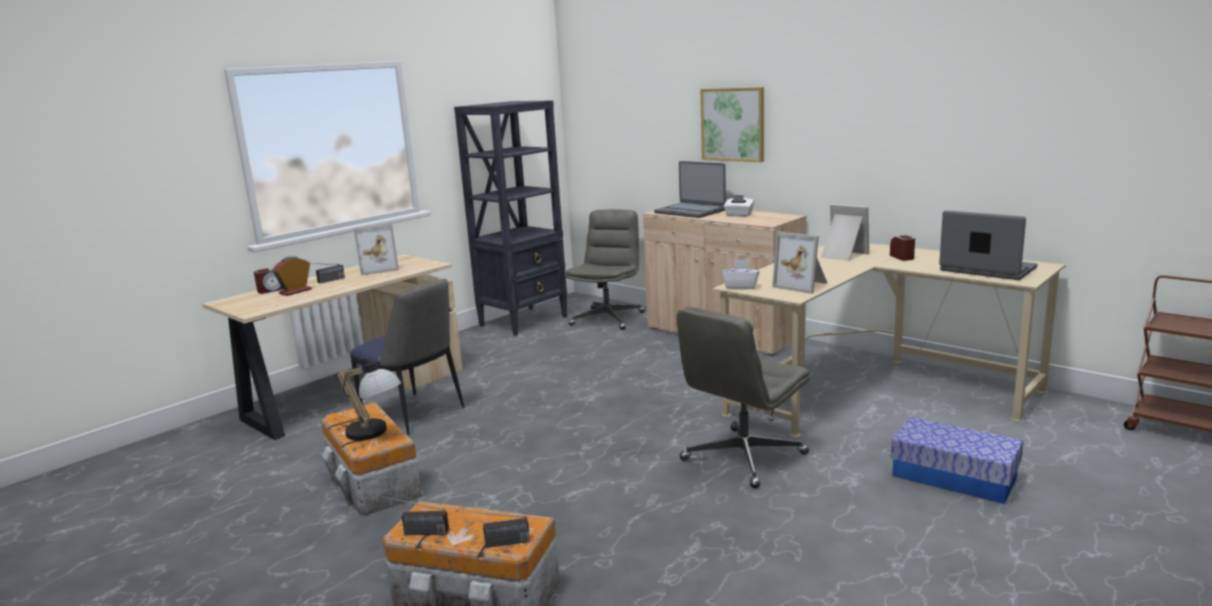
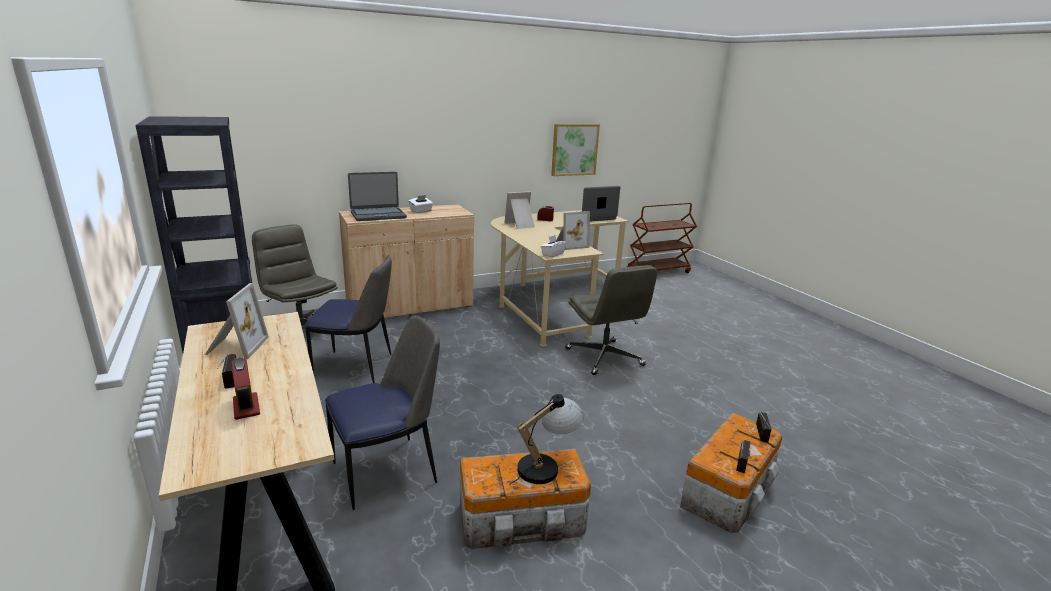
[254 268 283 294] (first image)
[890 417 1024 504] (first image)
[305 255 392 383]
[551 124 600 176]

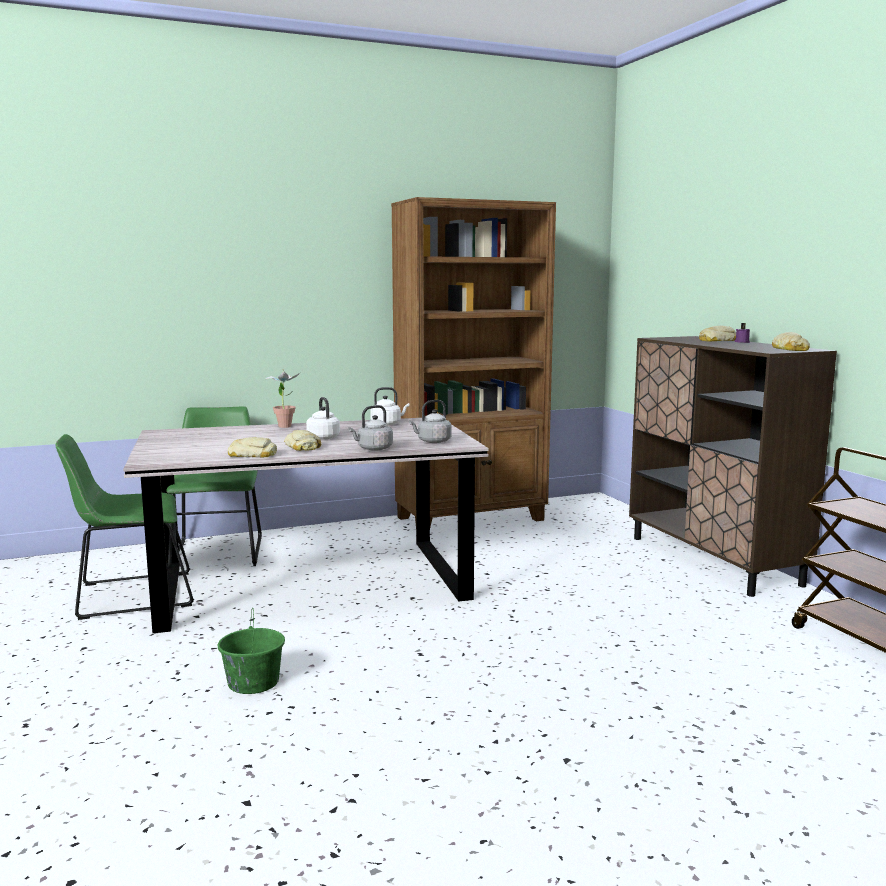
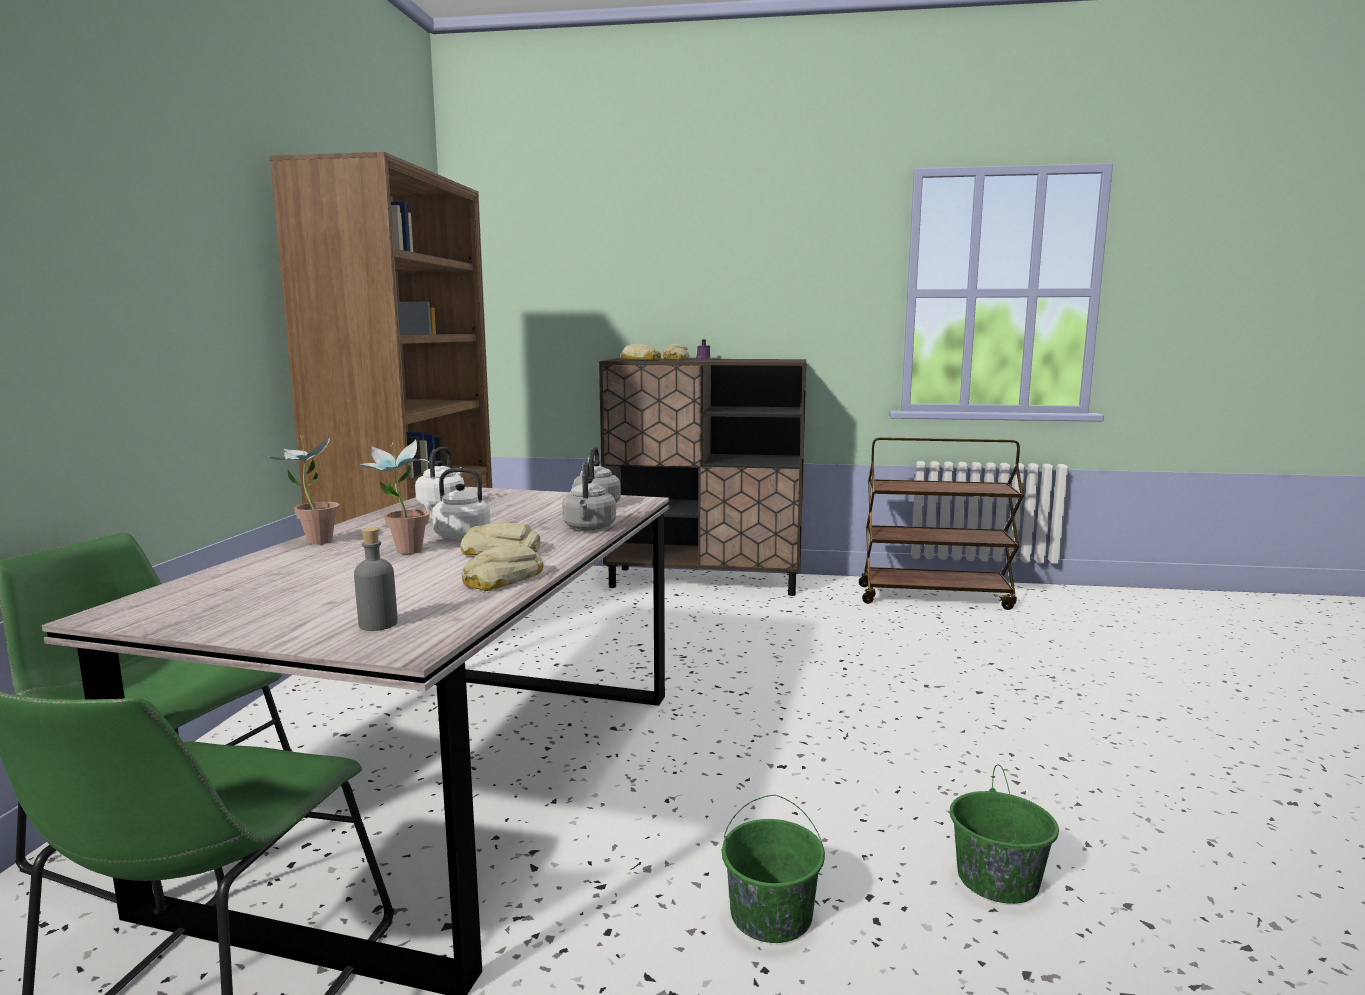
[354 527 398 631]
[358 440 430 554]
[950 764 1059 904]
[621 344 661 360]

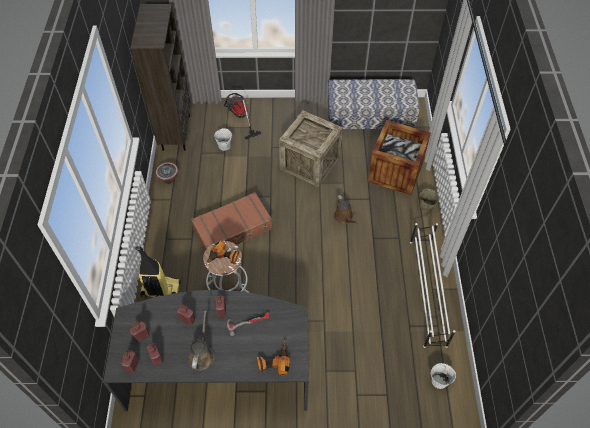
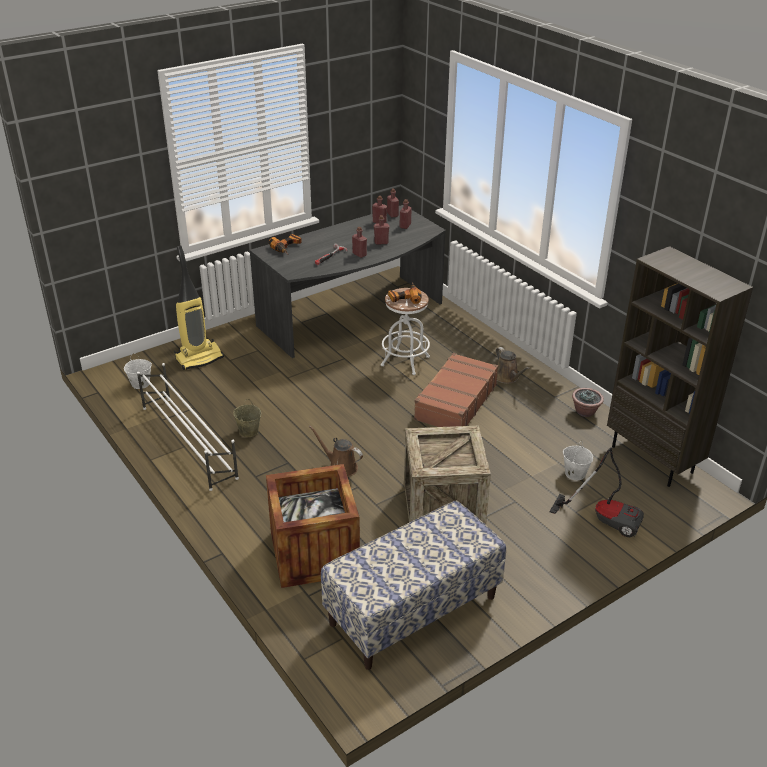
[174 246 224 370]
[496 347 530 384]
[233 399 261 437]

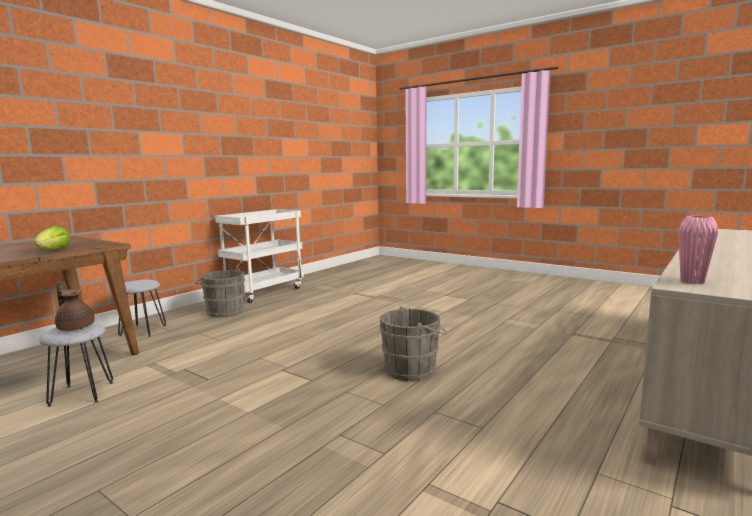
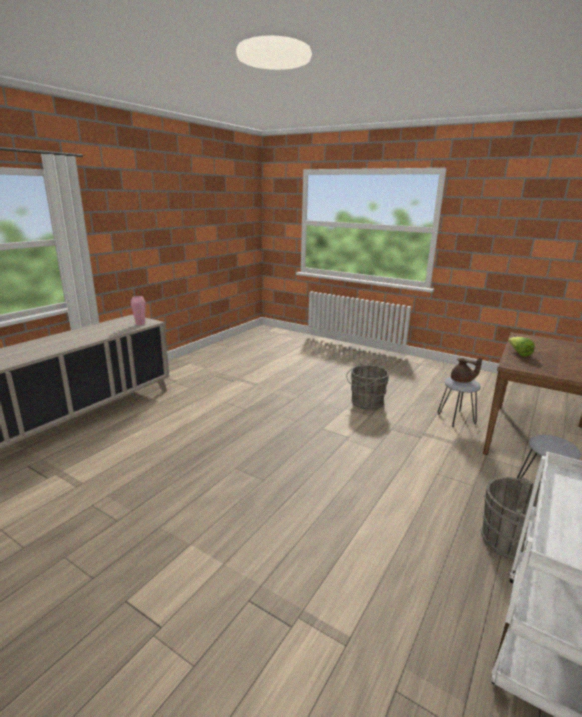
[346 363 389 410]

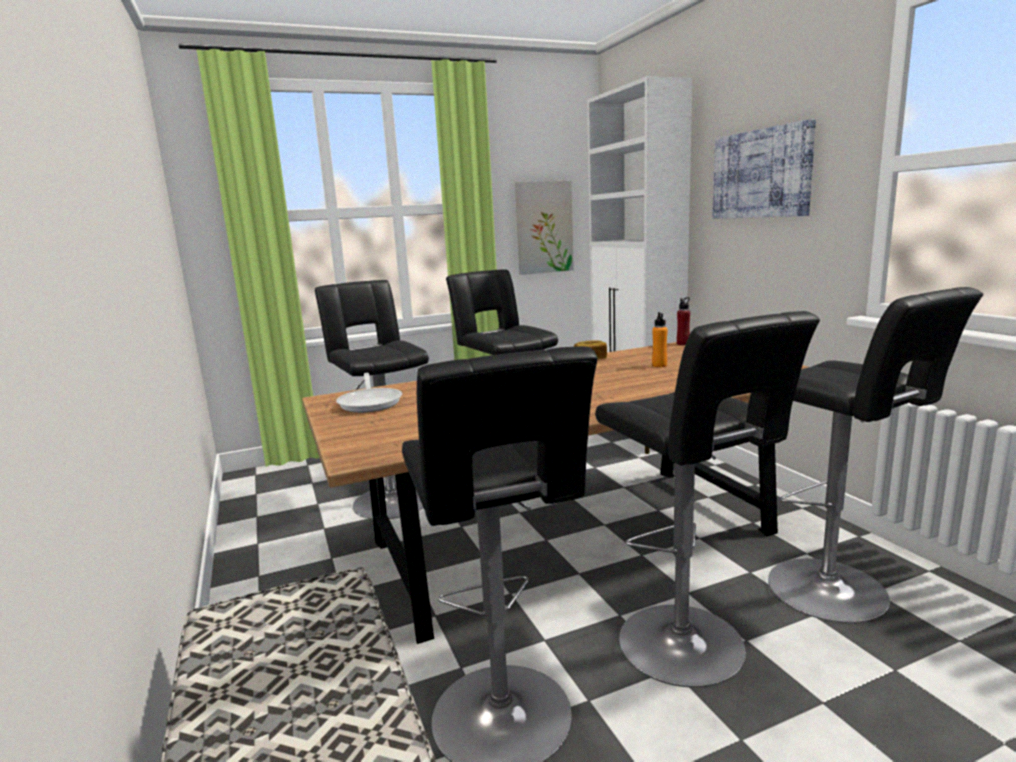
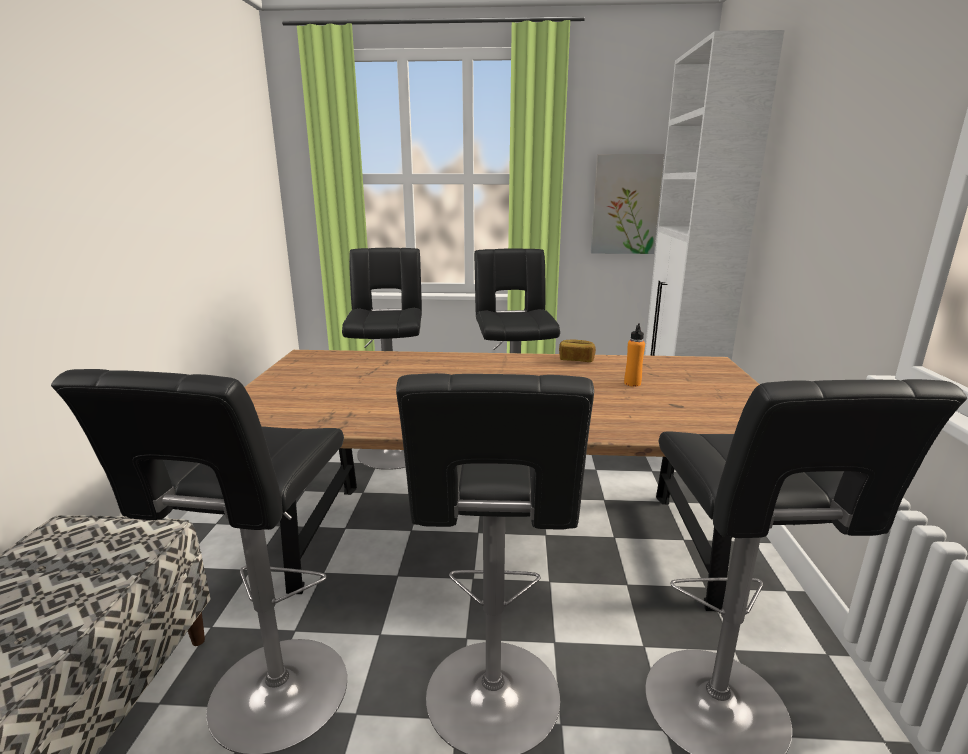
[336 373 402 413] (first image)
[677 297 690 345] (first image)
[712 119 816 219] (first image)

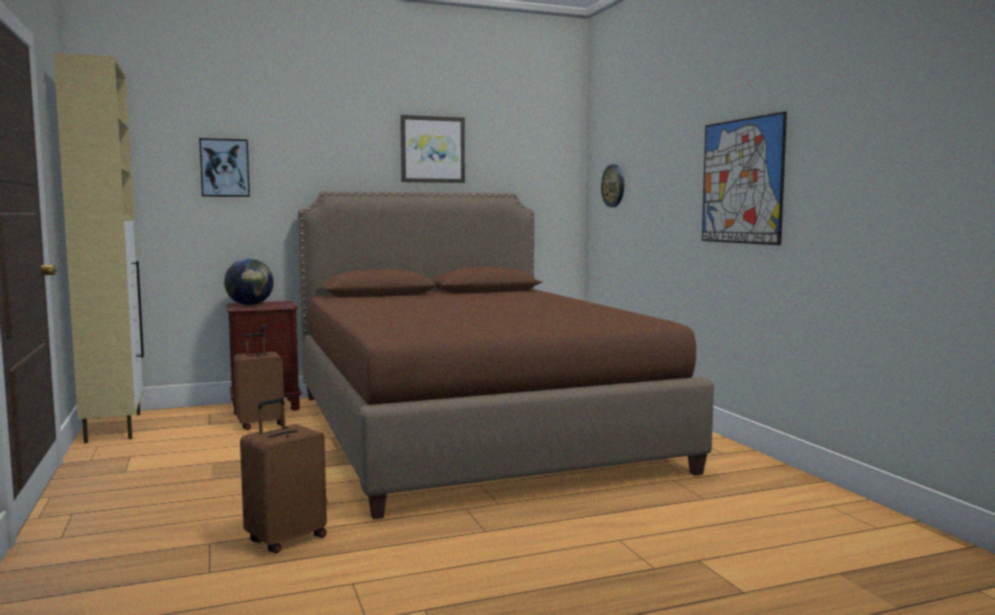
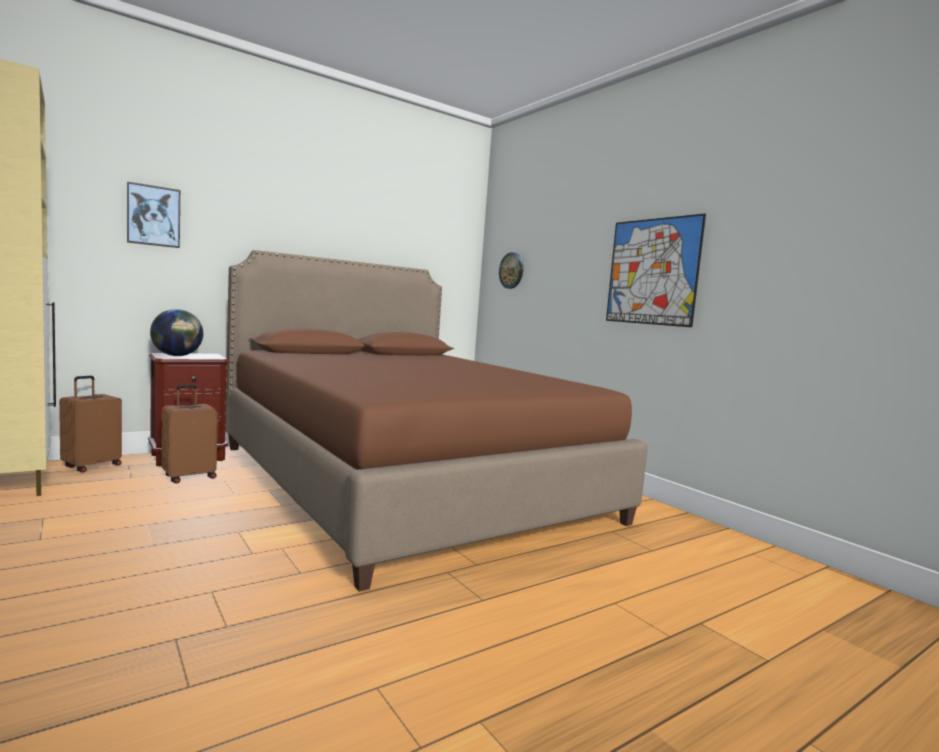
[400 115 465 183] (first image)
[59 376 122 473]

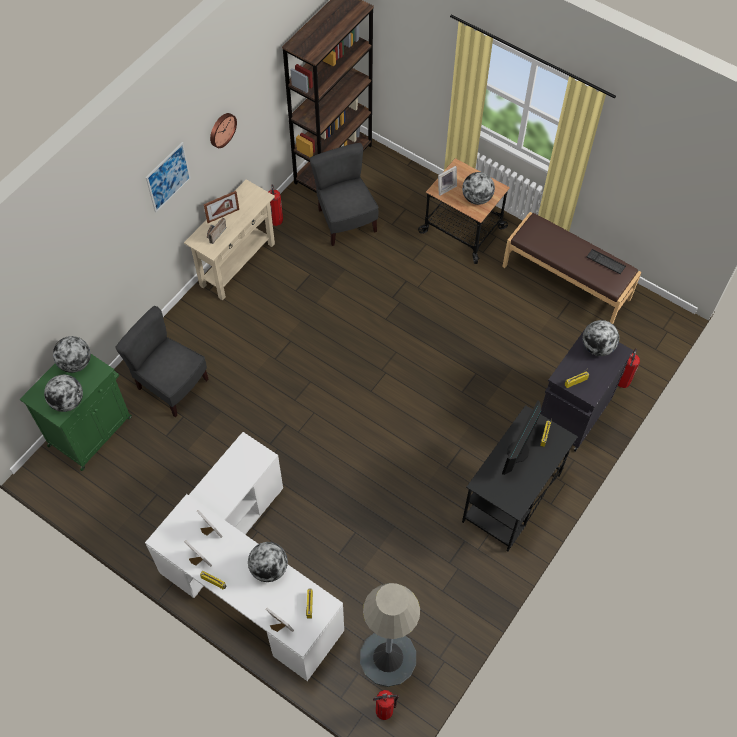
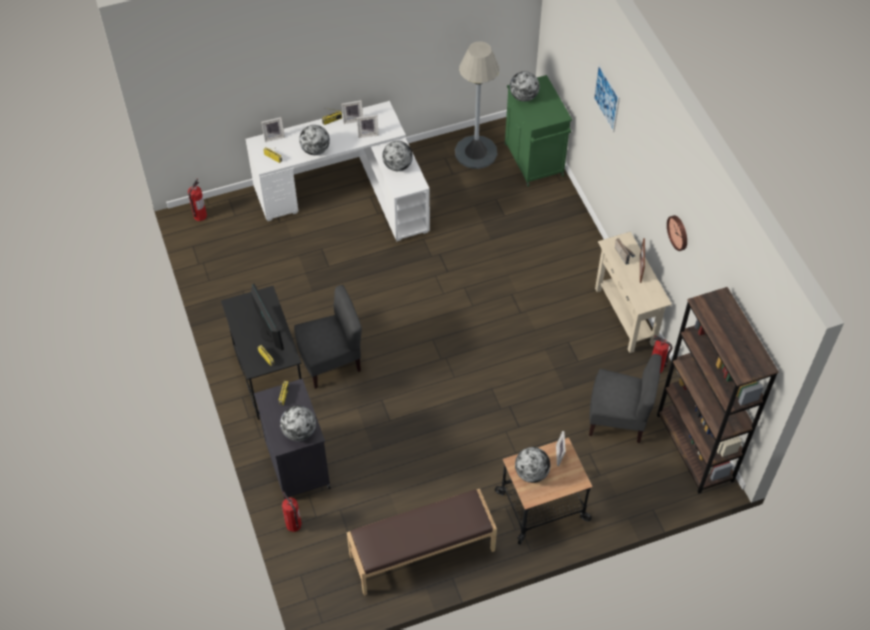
[587 249 626 274] (first image)
[382 141 413 171]
[294 285 362 389]
[593 64 620 132]
[455 41 499 169]

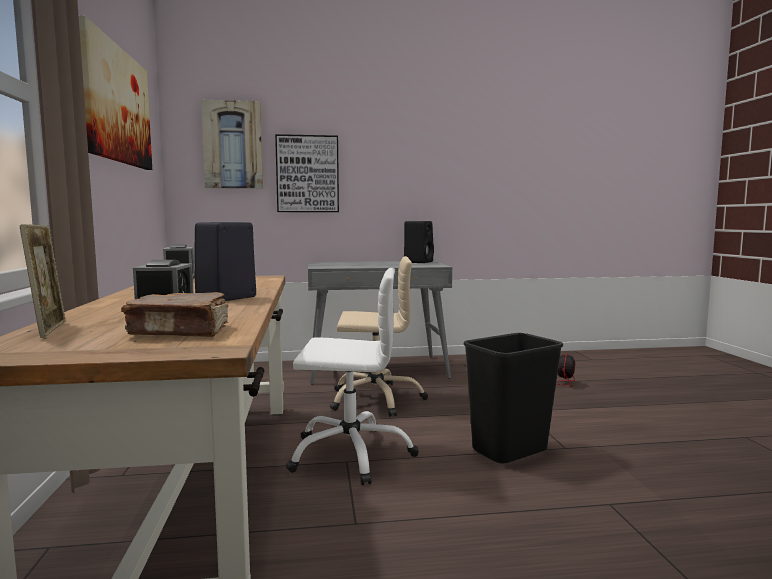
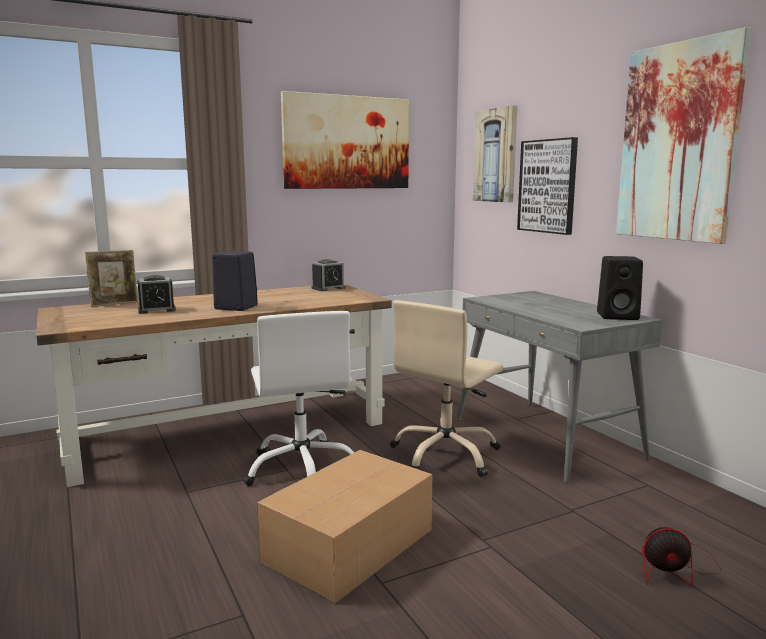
[121 292 228 337] (first image)
[616 27 751 244]
[257 450 433 603]
[390 300 503 477]

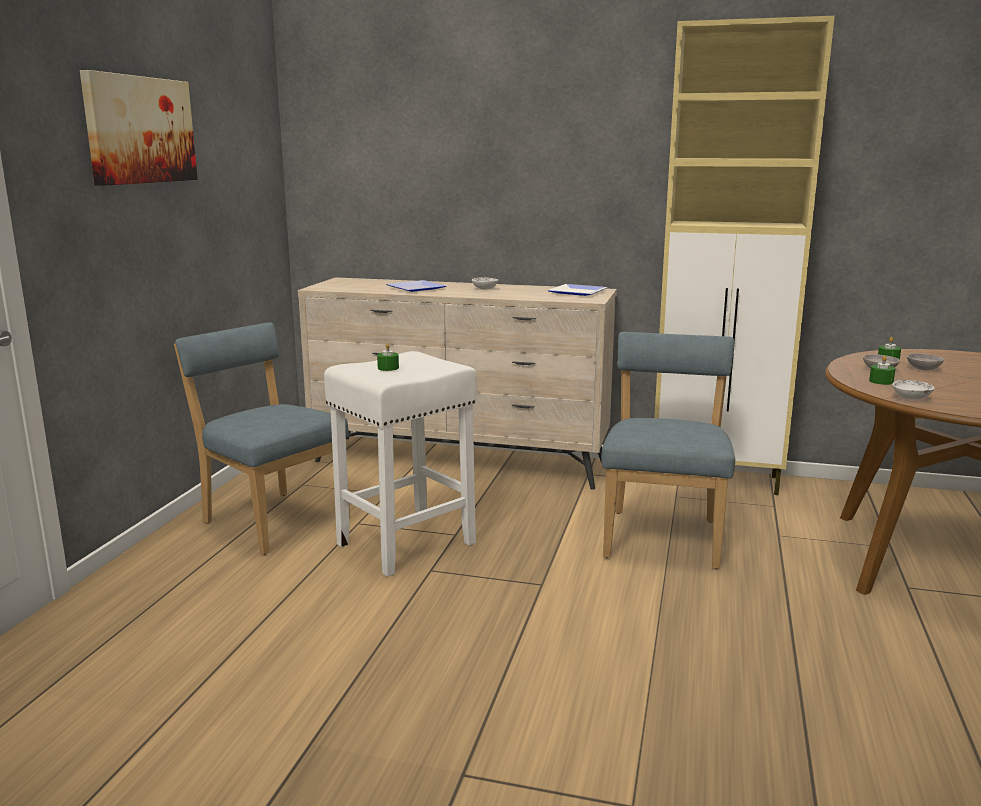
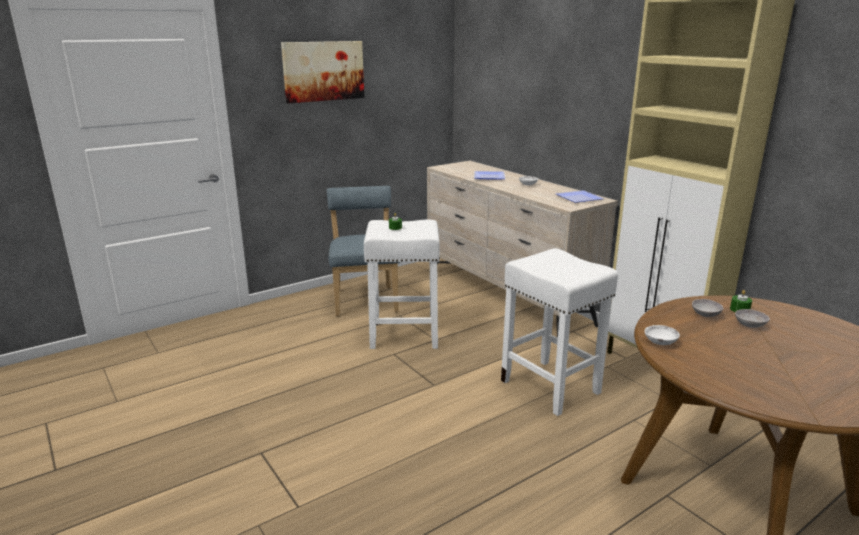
[869 356 895 385] (first image)
[501 248 618 416]

